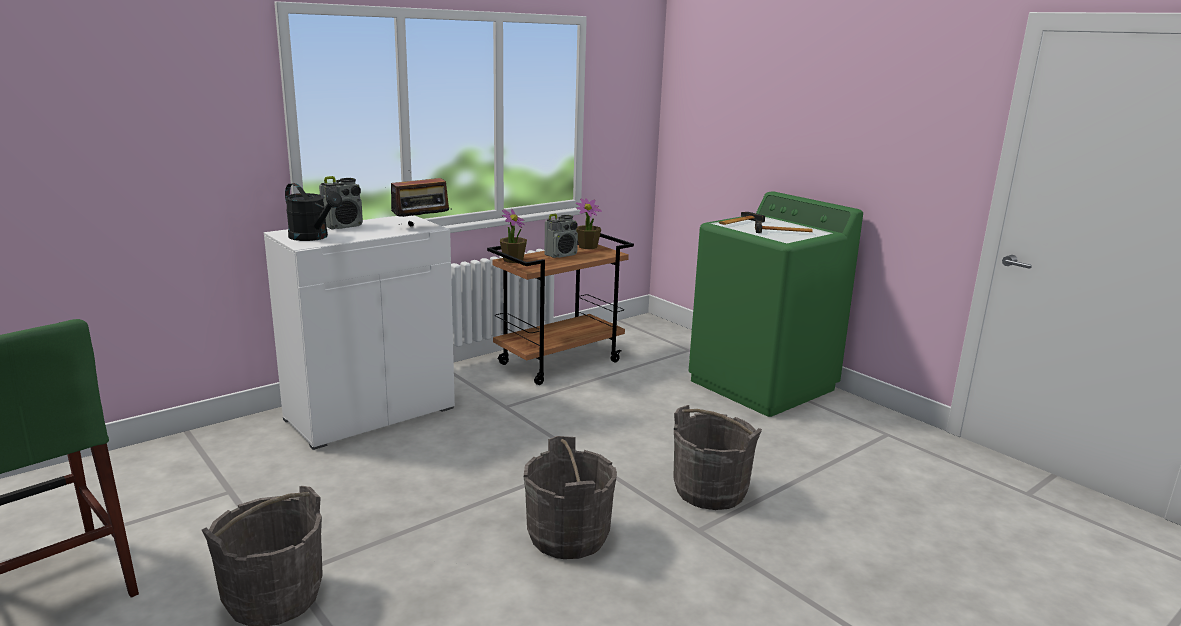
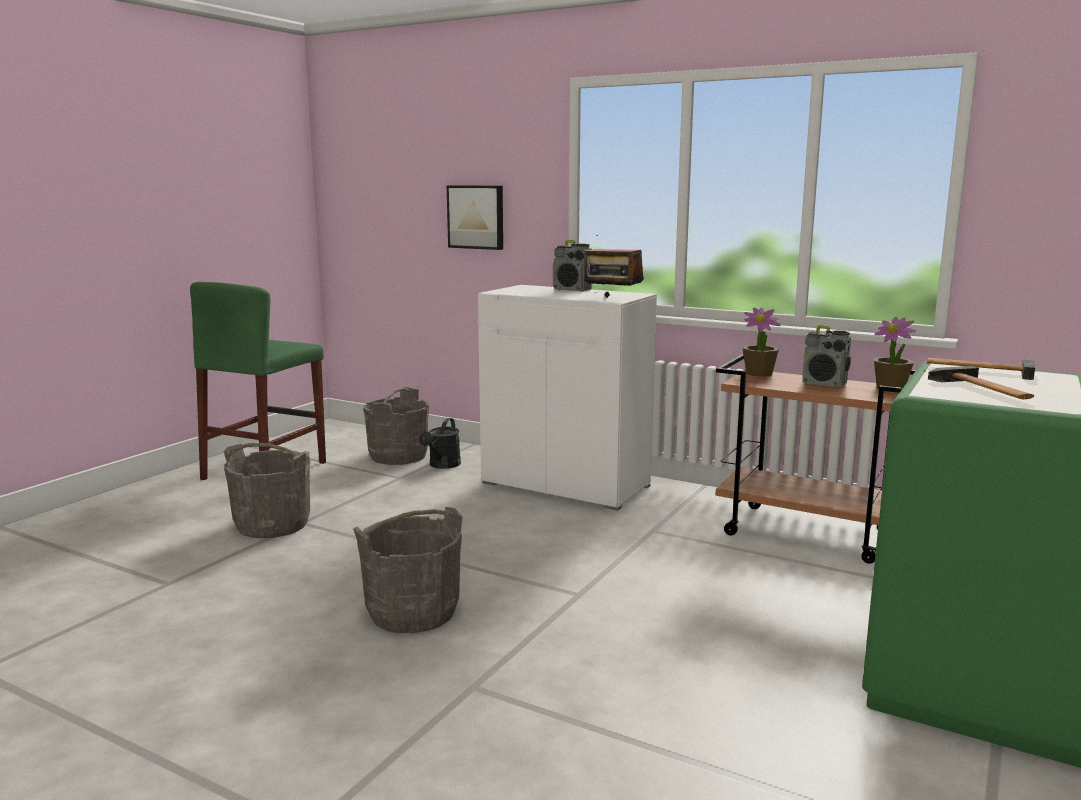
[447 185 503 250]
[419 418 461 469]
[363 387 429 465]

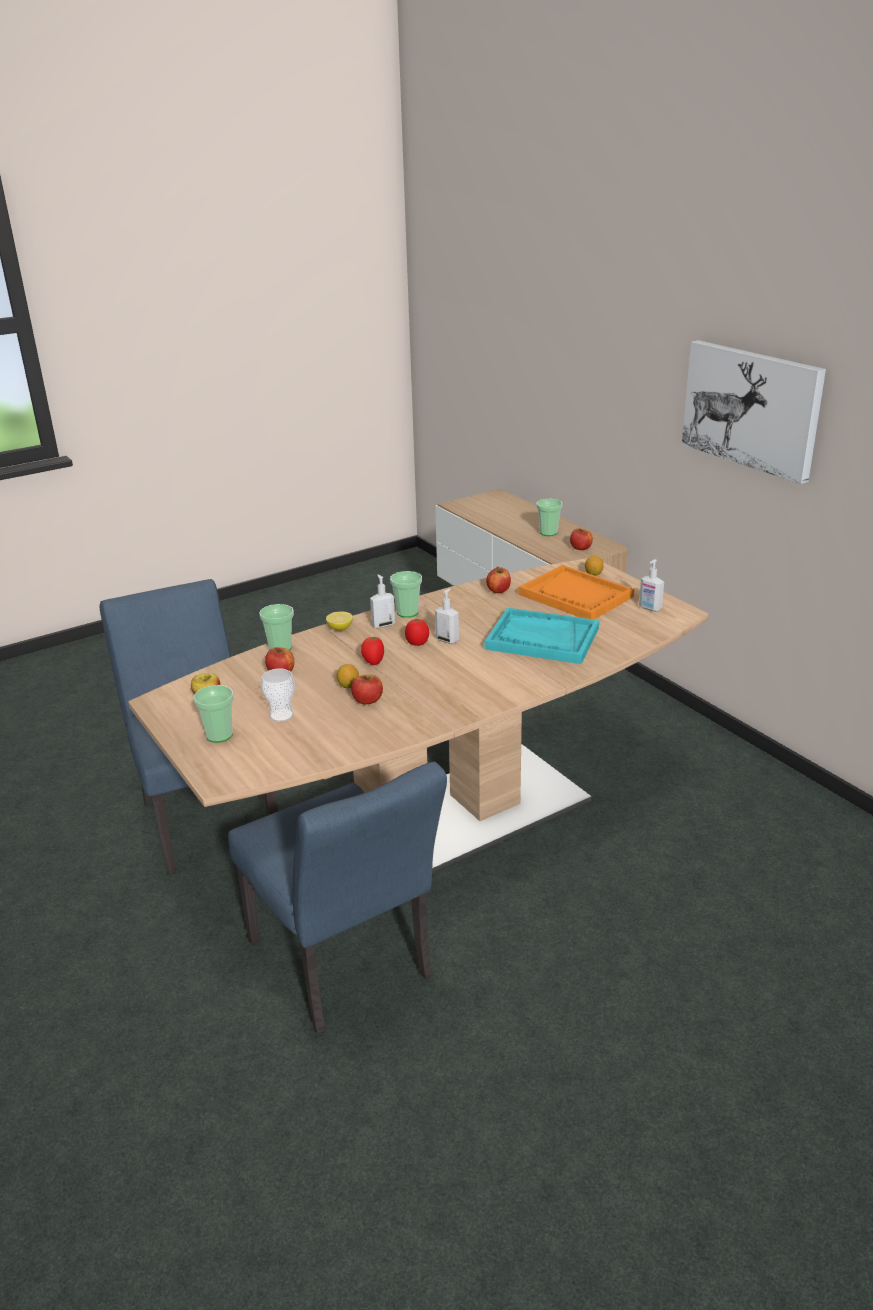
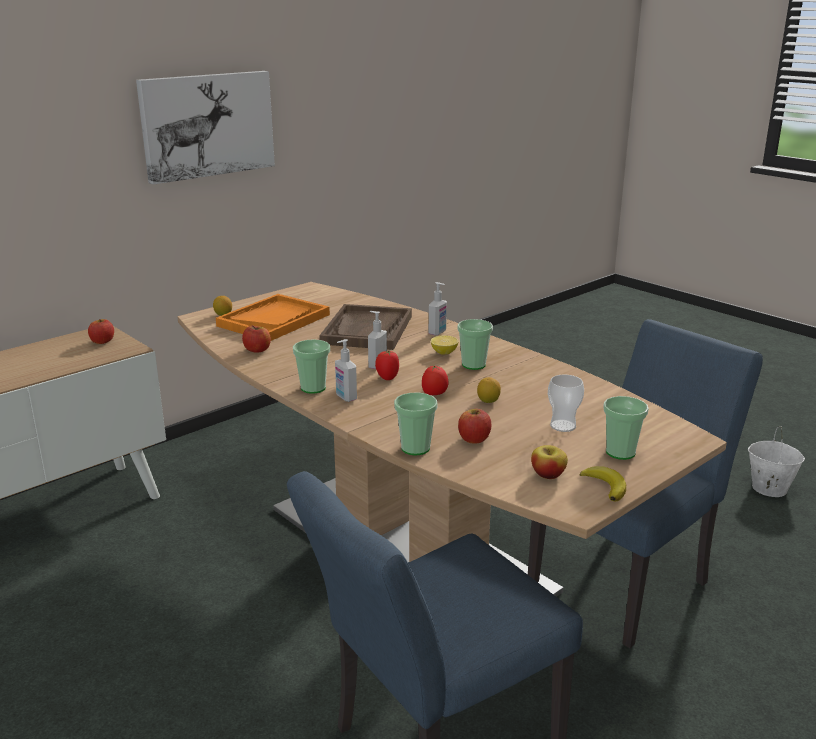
[351 675 383 704] (first image)
[580 466 626 501]
[748 426 805 497]
[431 336 458 355]
[457 319 493 370]
[429 282 447 336]
[319 304 412 350]

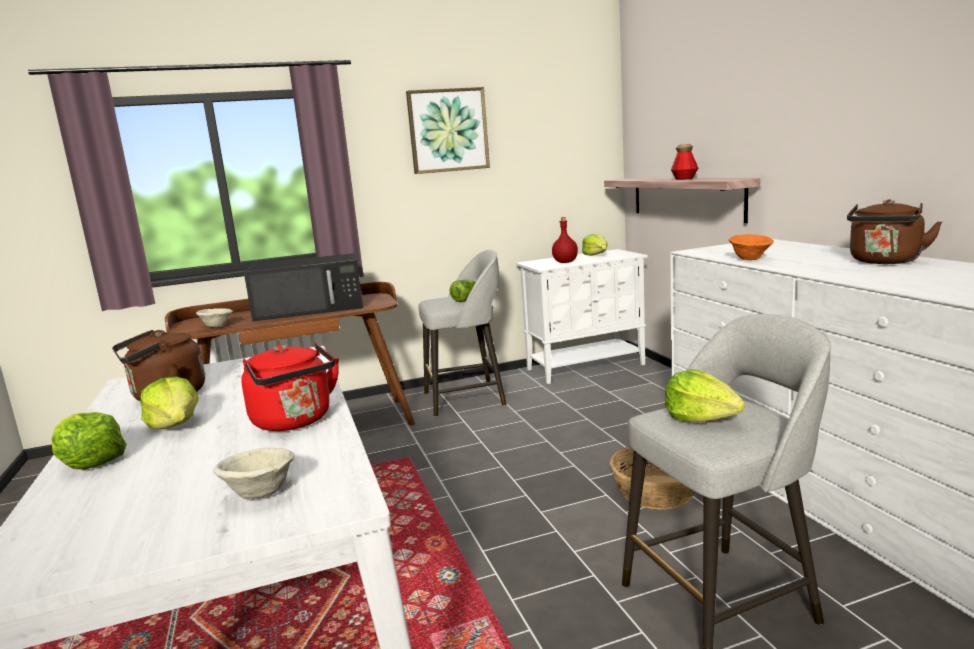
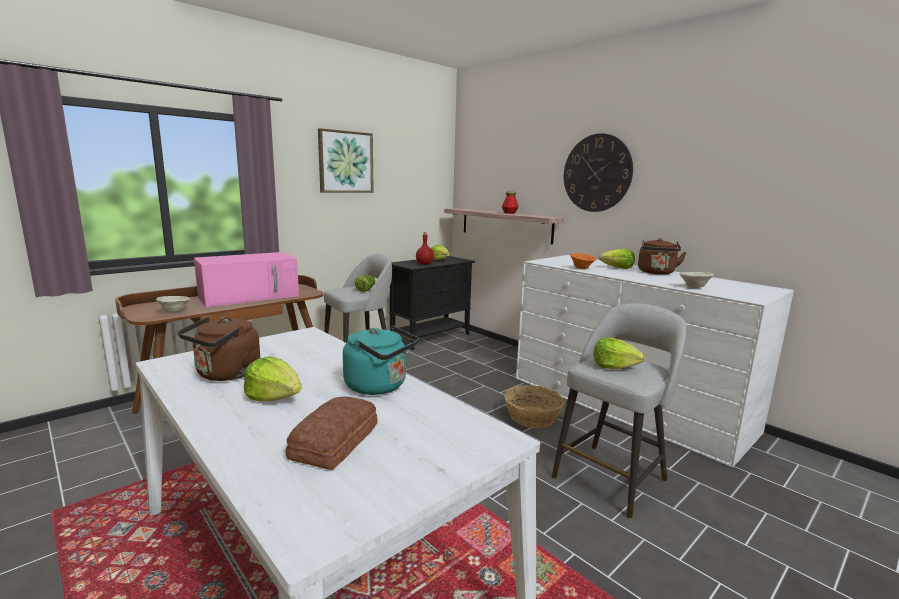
[285 397 377 470]
[564 133 633 212]
[599 249 635 269]
[679 272 714 288]
[343 325 419 395]
[194 252 299 307]
[389 256 475 350]

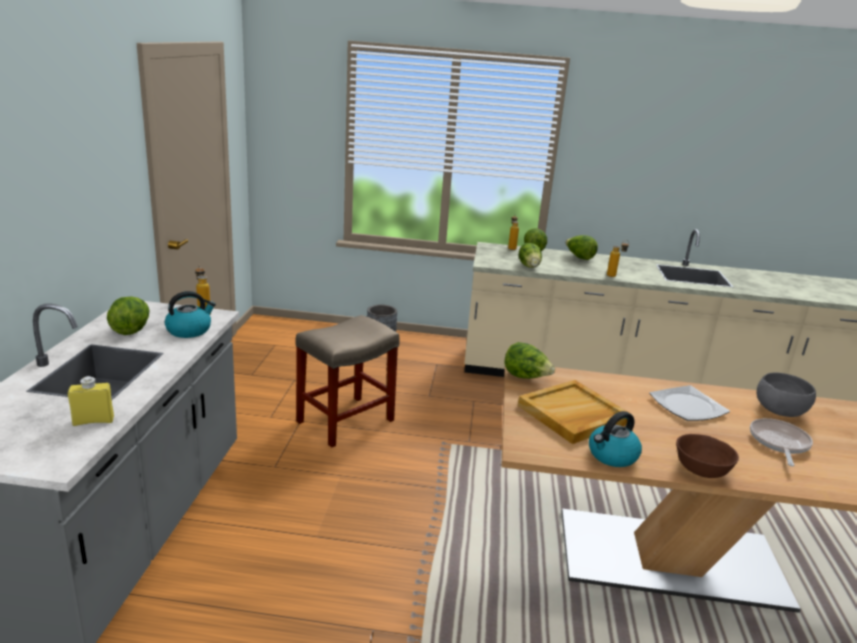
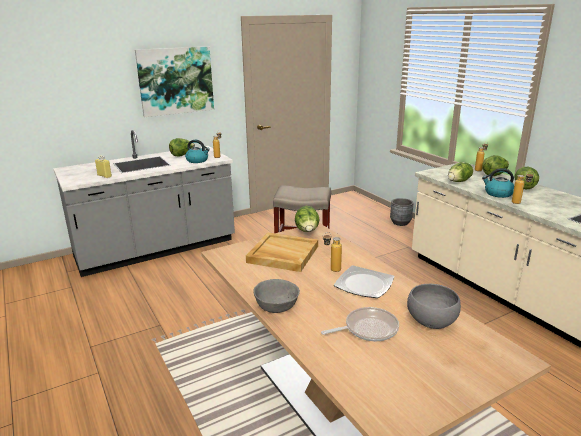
[135 46 214 117]
[323 232 342 272]
[482 168 514 198]
[253 279 300 313]

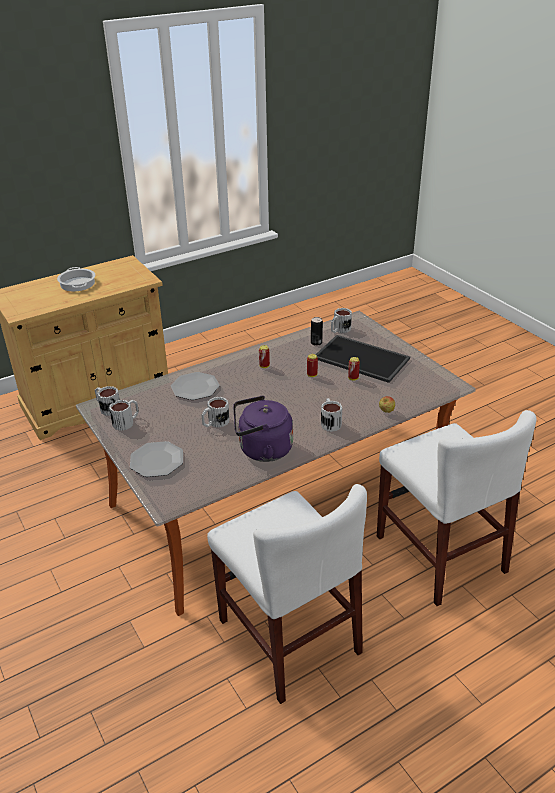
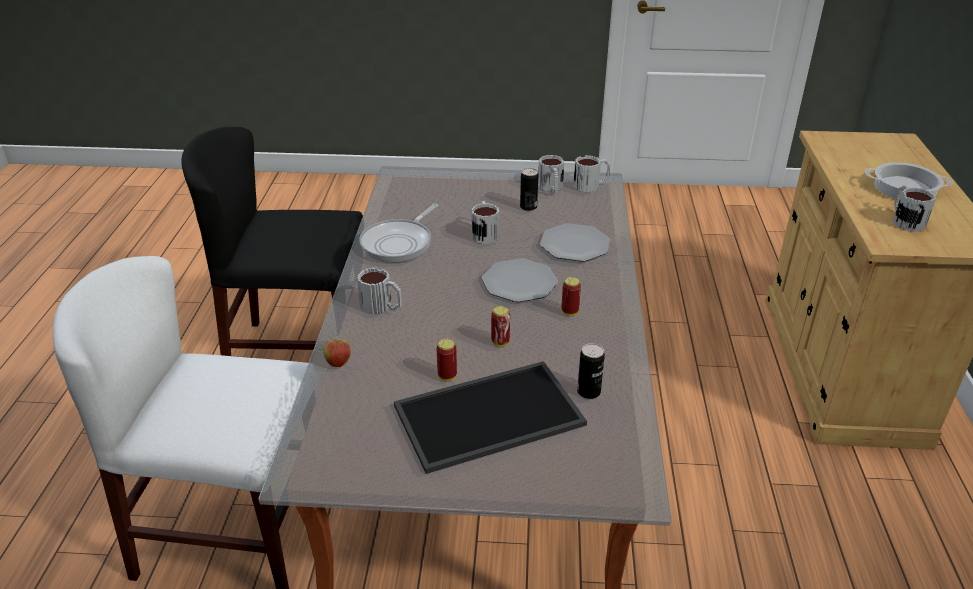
[520 168 538 211]
[482 258 558 302]
[893 185 936 232]
[359 203 439 263]
[182 127 363 356]

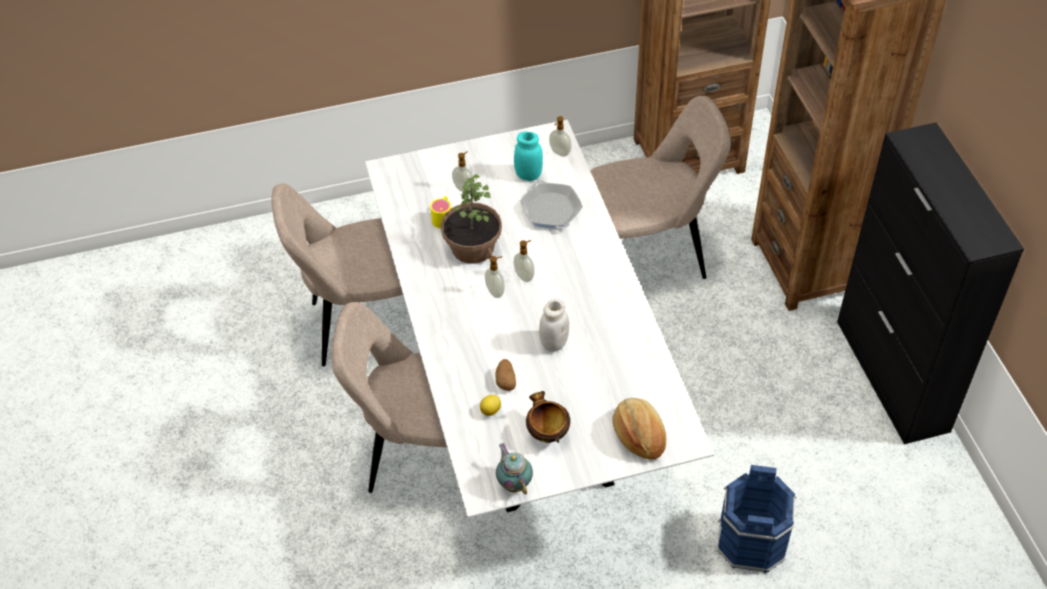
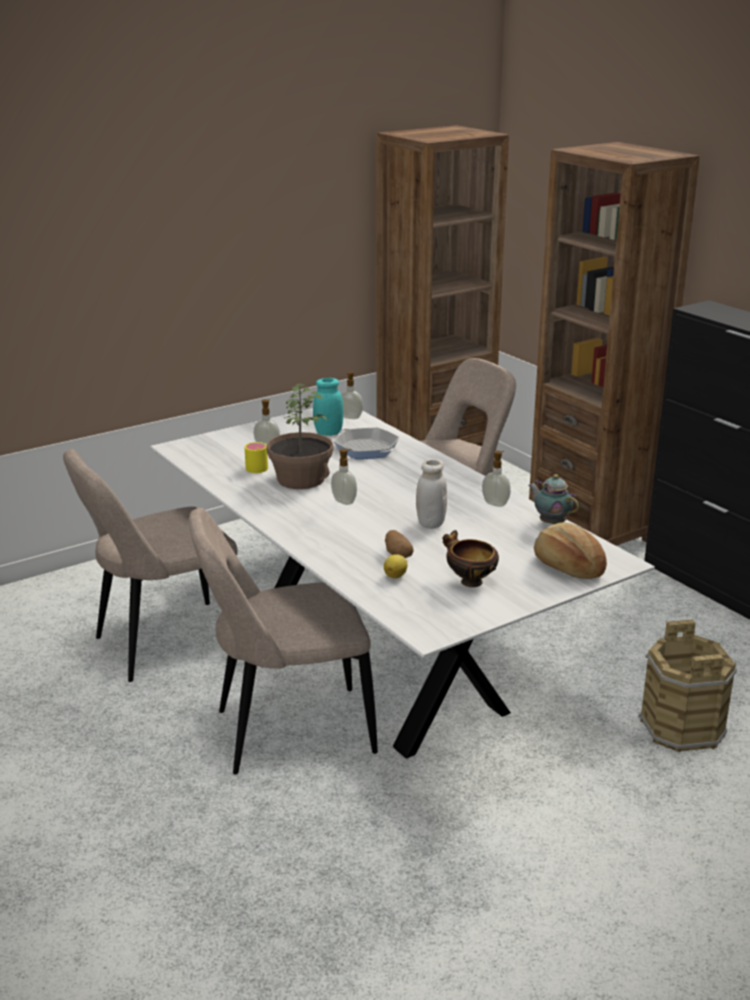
[529 474 579 524]
[482 451 511 507]
[638 619 737 752]

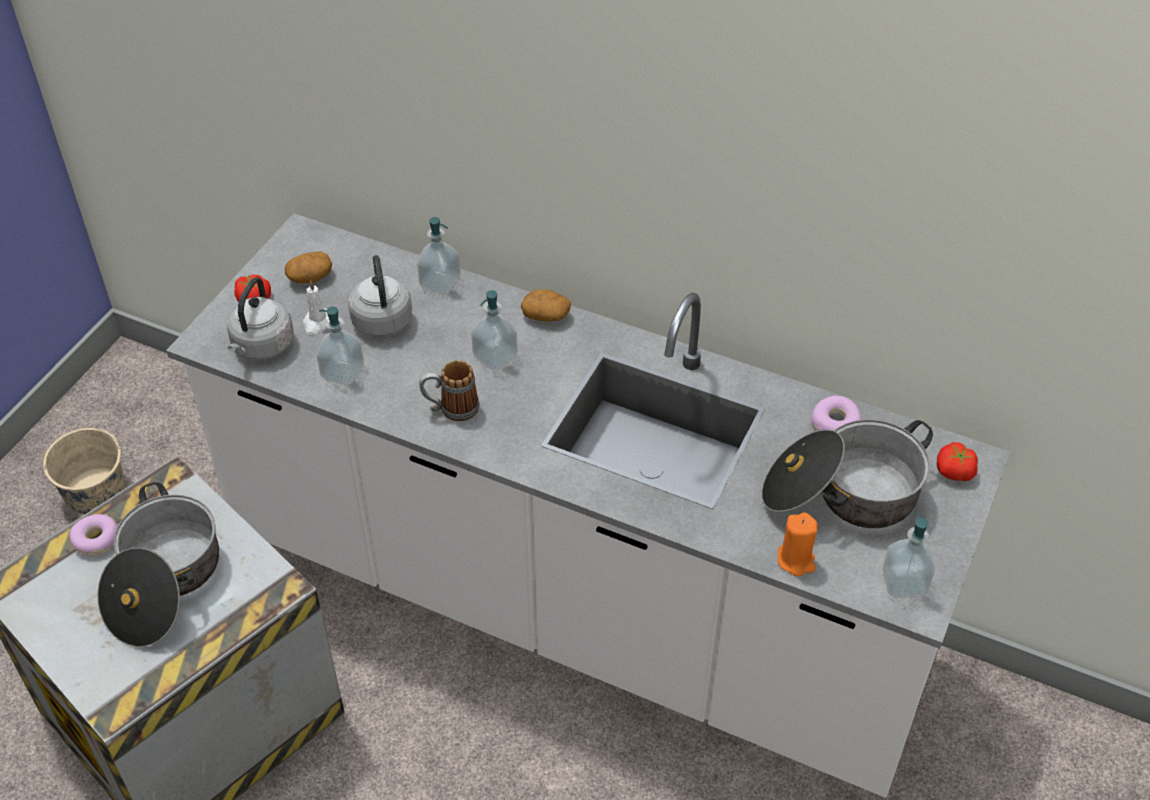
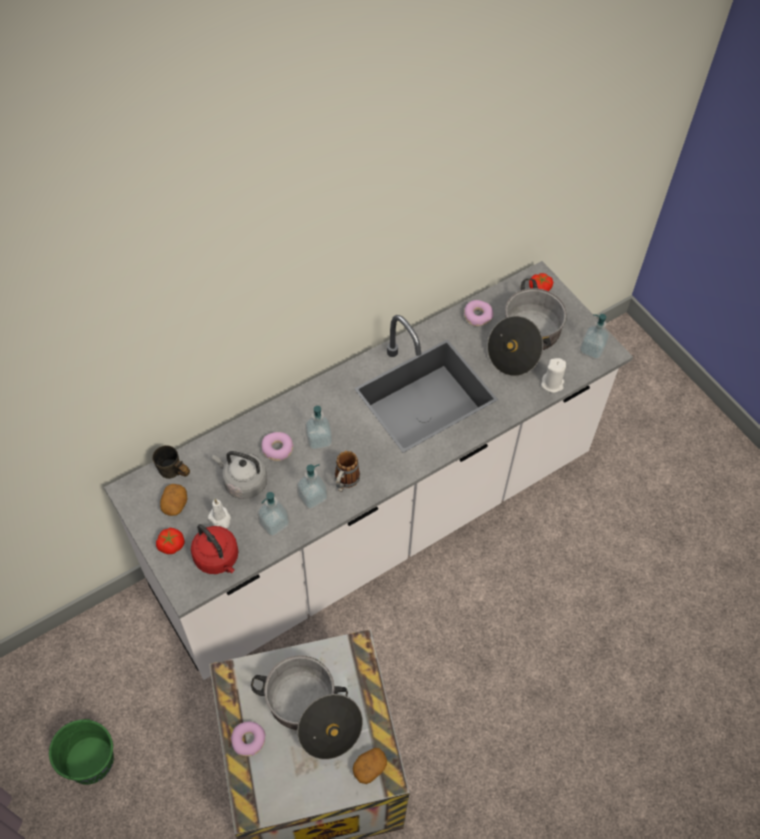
[152 445 190 479]
[262 432 294 461]
[296 464 328 510]
[353 748 387 784]
[49 719 114 785]
[191 524 239 574]
[541 358 566 393]

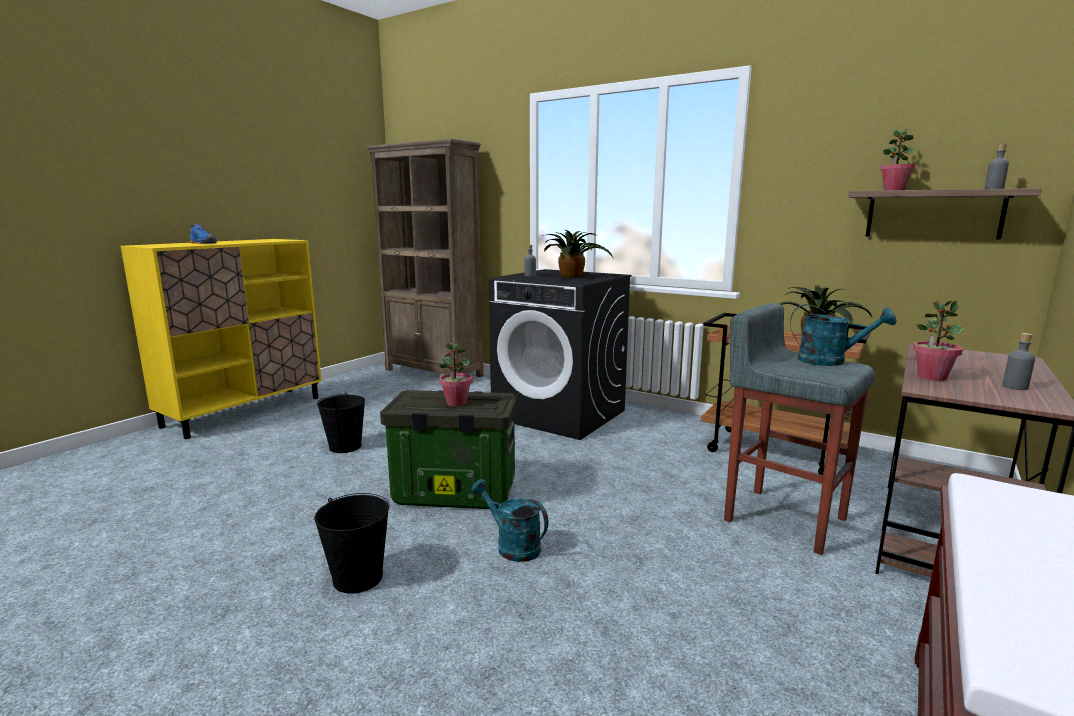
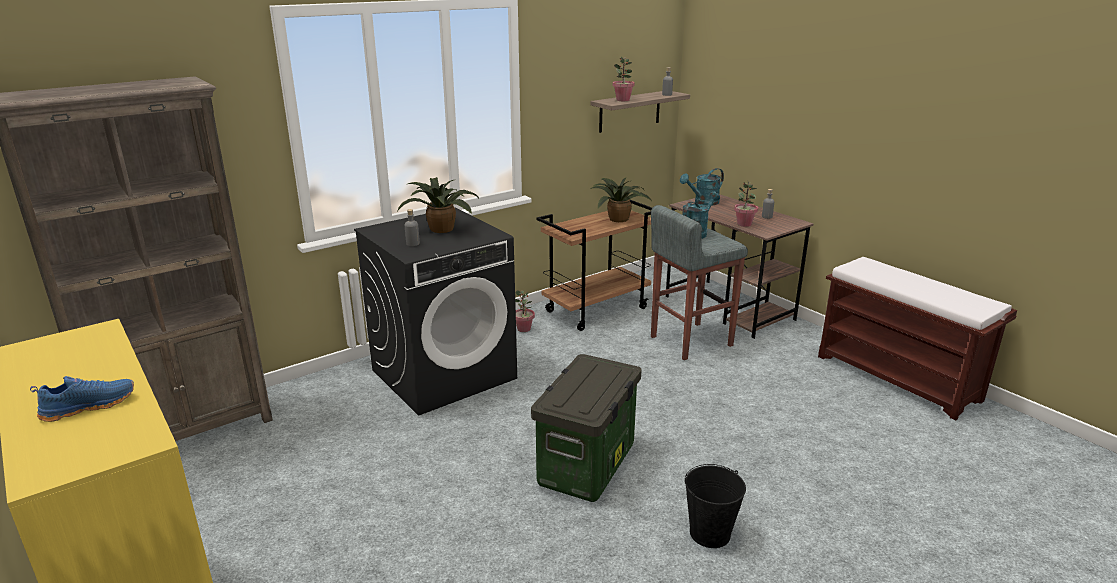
[317 392 365 453] (first image)
[515 290 535 332]
[680 168 724 206]

